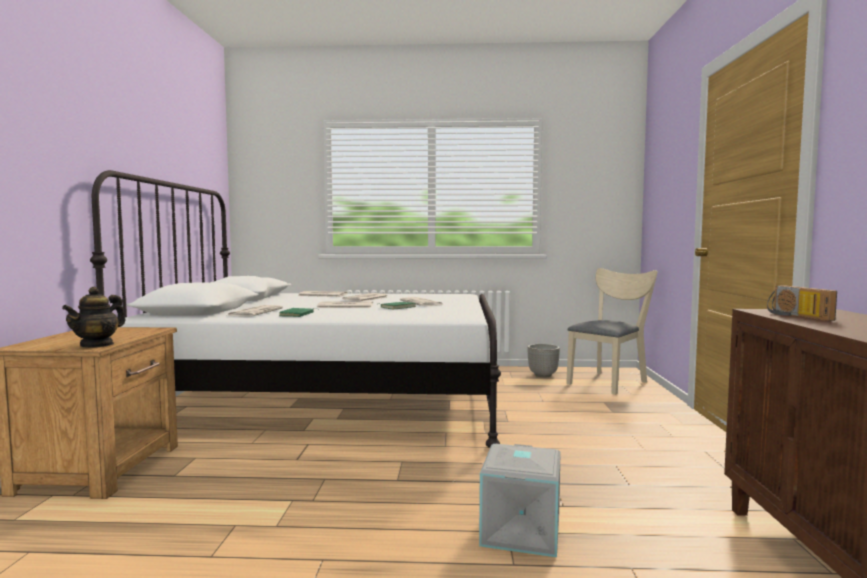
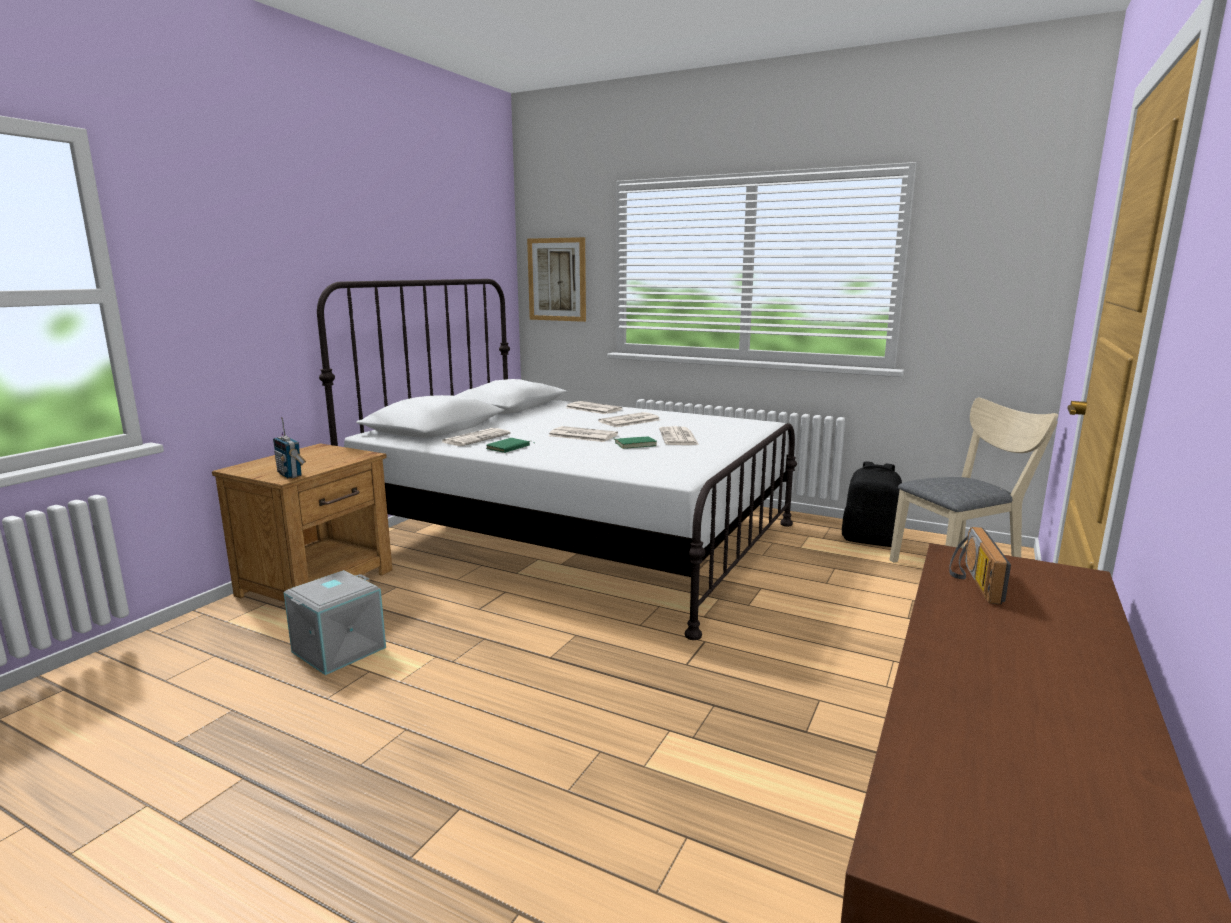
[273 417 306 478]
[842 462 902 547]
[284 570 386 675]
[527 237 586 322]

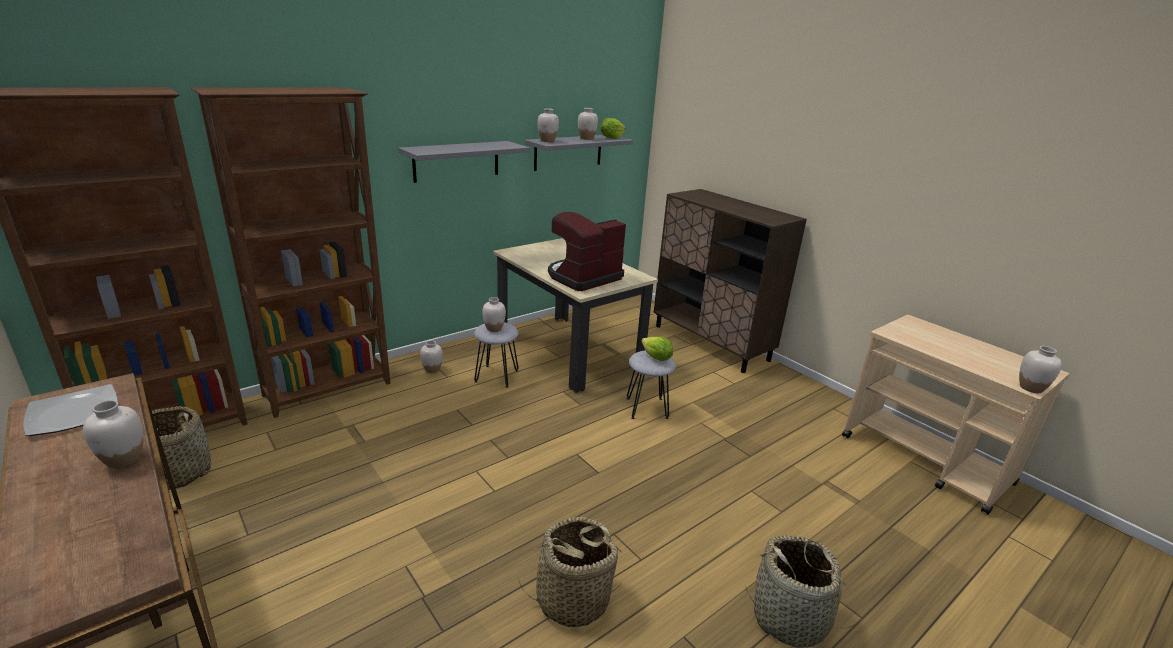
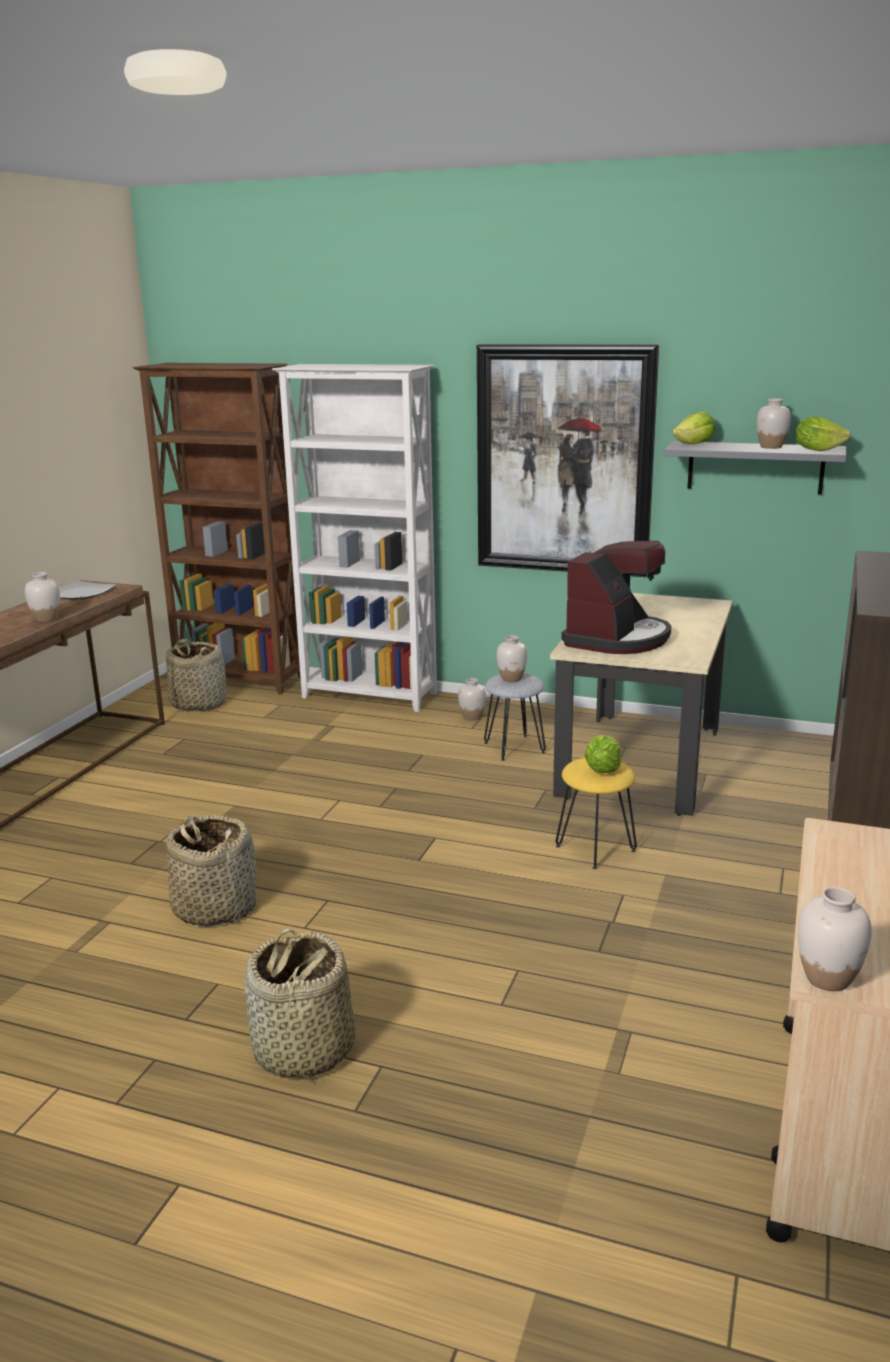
[272 364 437 712]
[673 412 716 444]
[477 344 659 577]
[561 541 671 654]
[555 758 637 869]

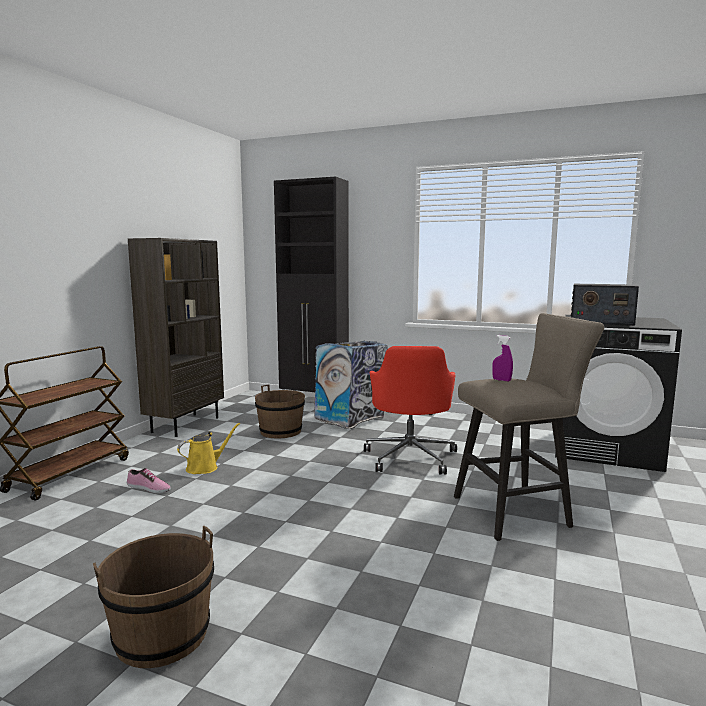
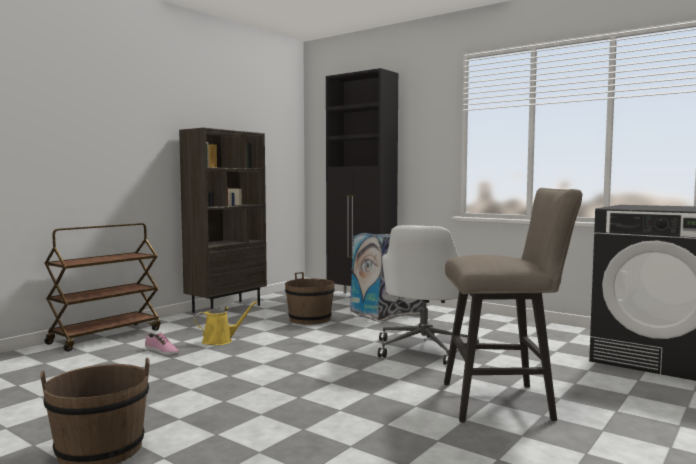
[571 284 639 325] (first image)
[492 335 513 381] (first image)
[378 225 479 365]

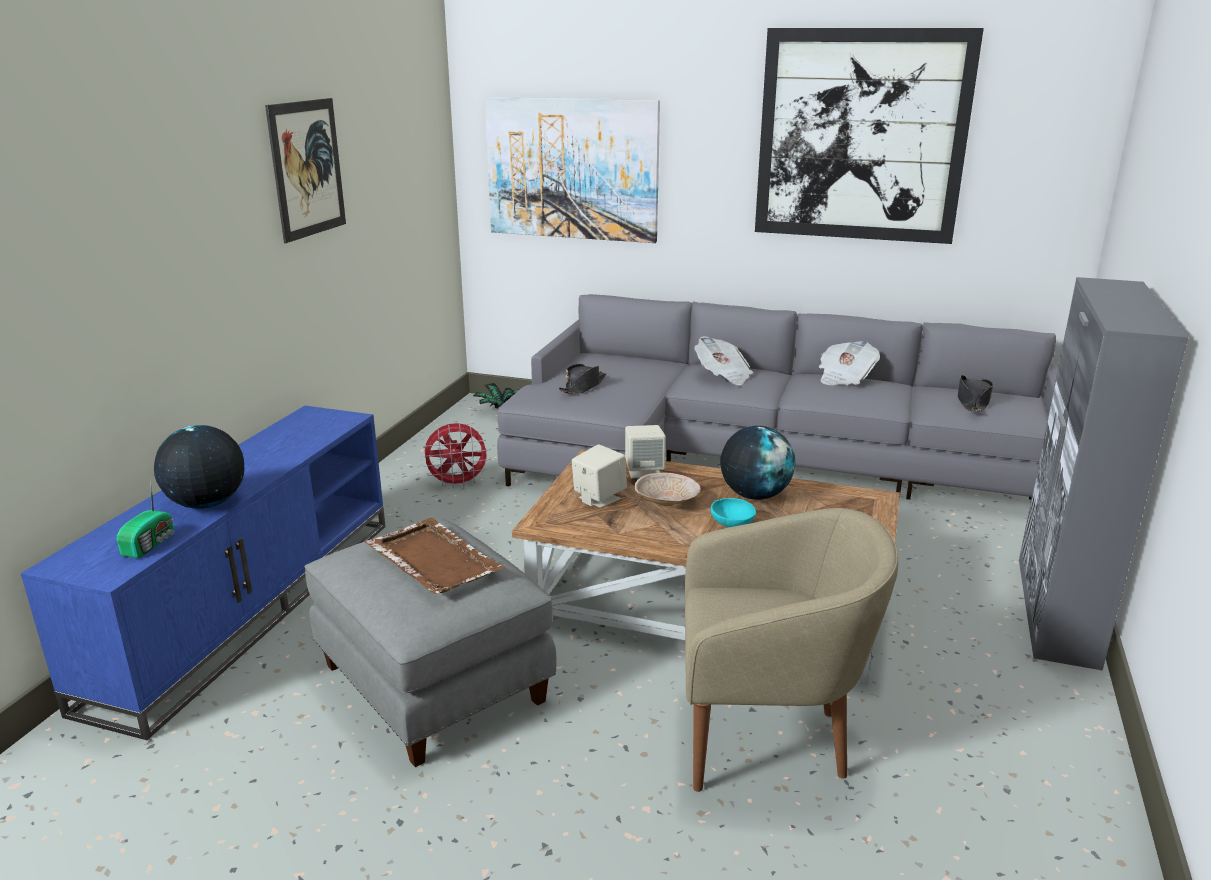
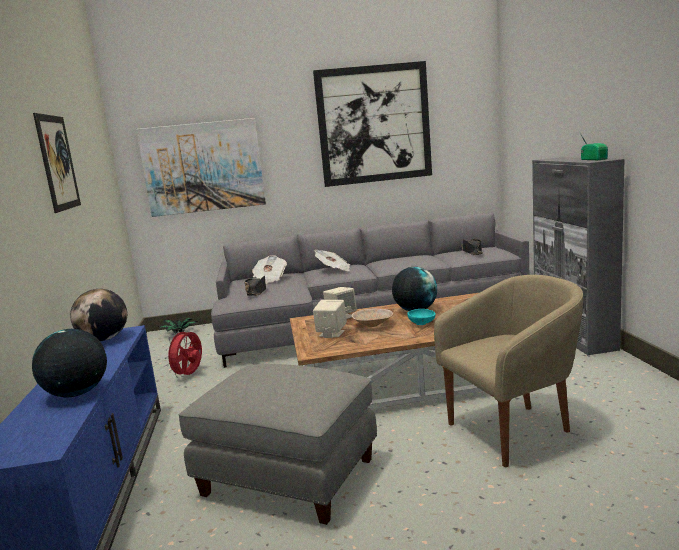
[252 255 287 284]
[165 329 202 378]
[580 133 608 160]
[365 518 505 594] (first image)
[70 289 127 341]

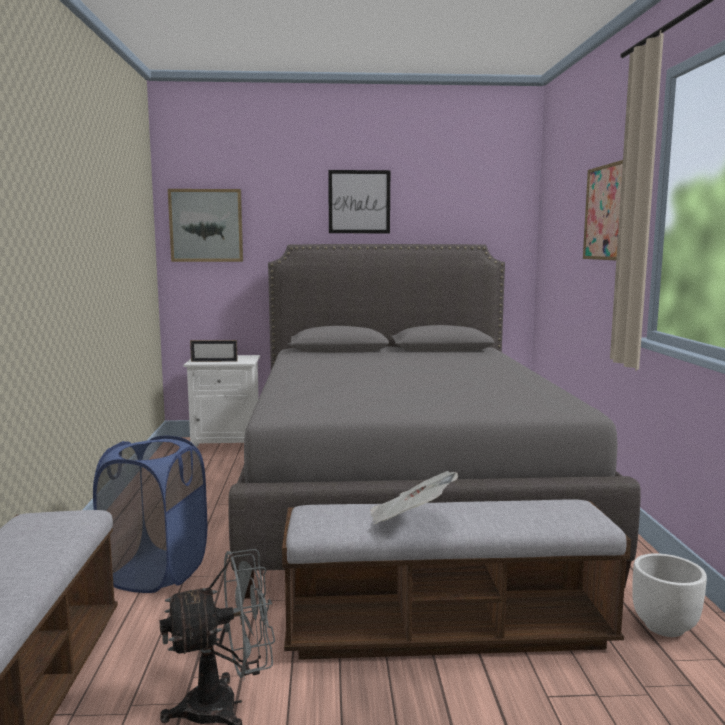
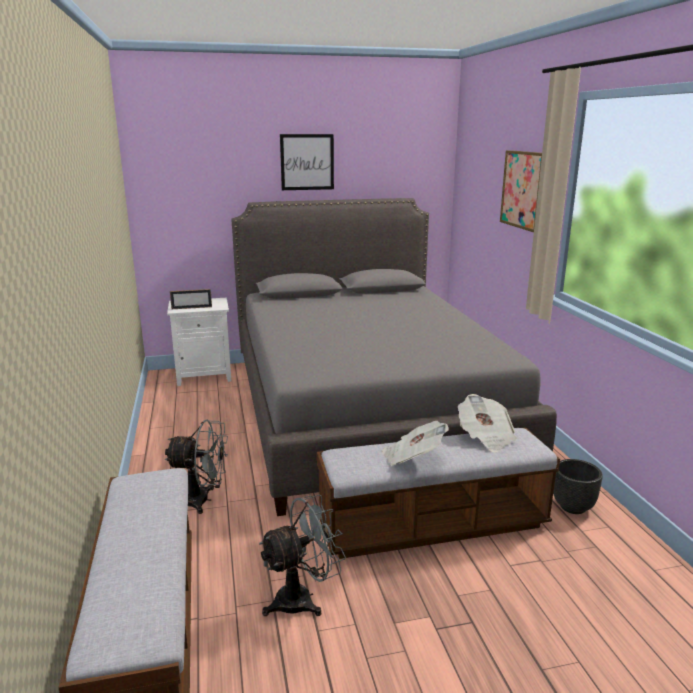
[168 189 243 262] (first image)
[165 419 228 514]
[553 459 603 514]
[458 394 517 453]

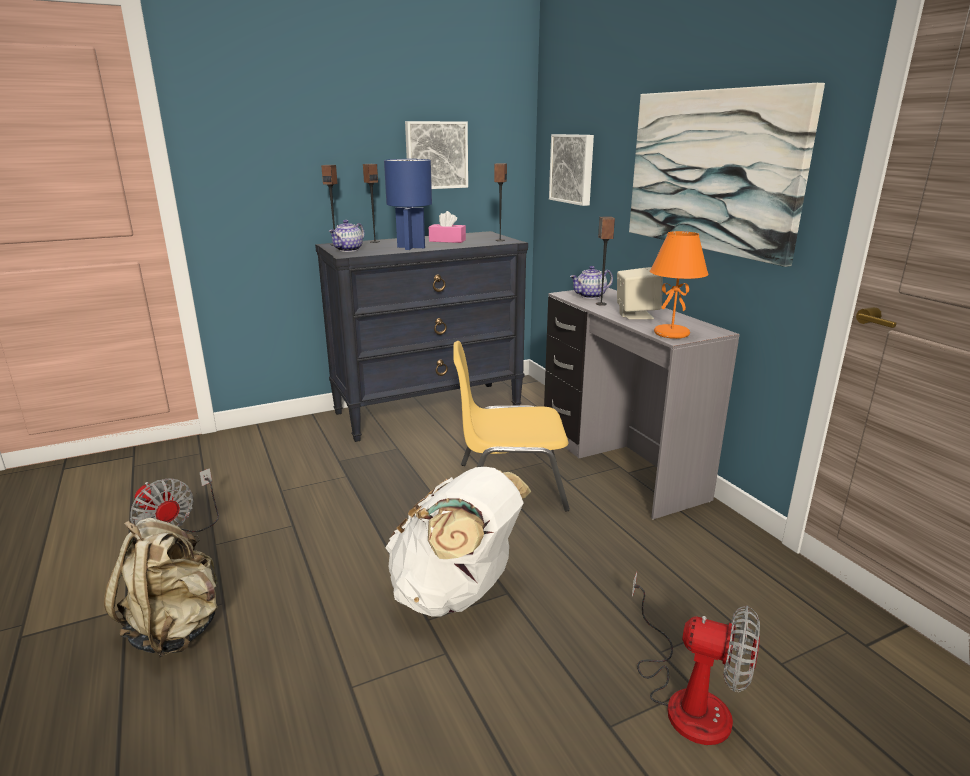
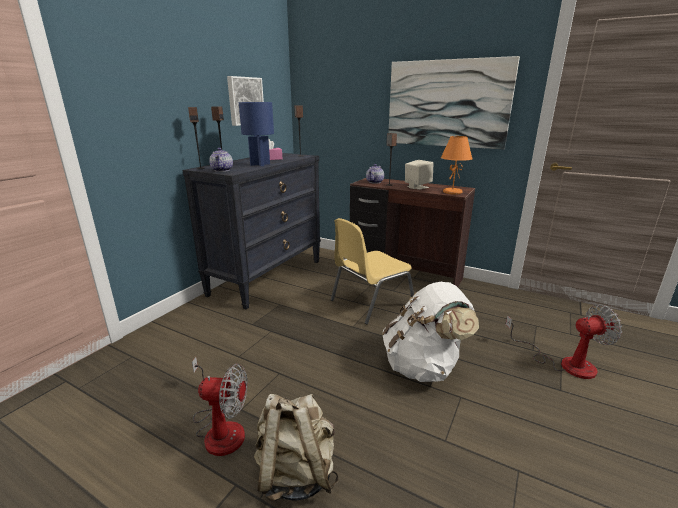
[549 134 594 206] (first image)
[350 178 475 287]

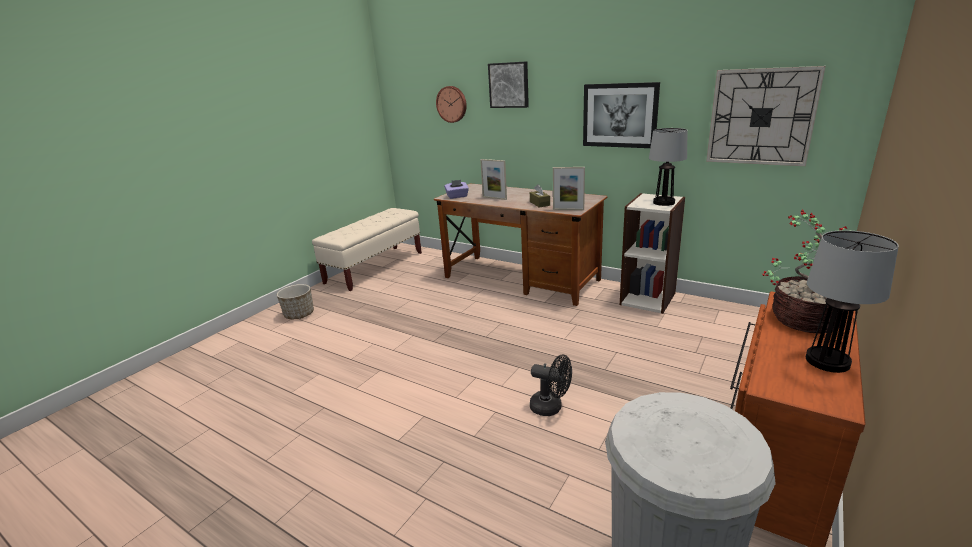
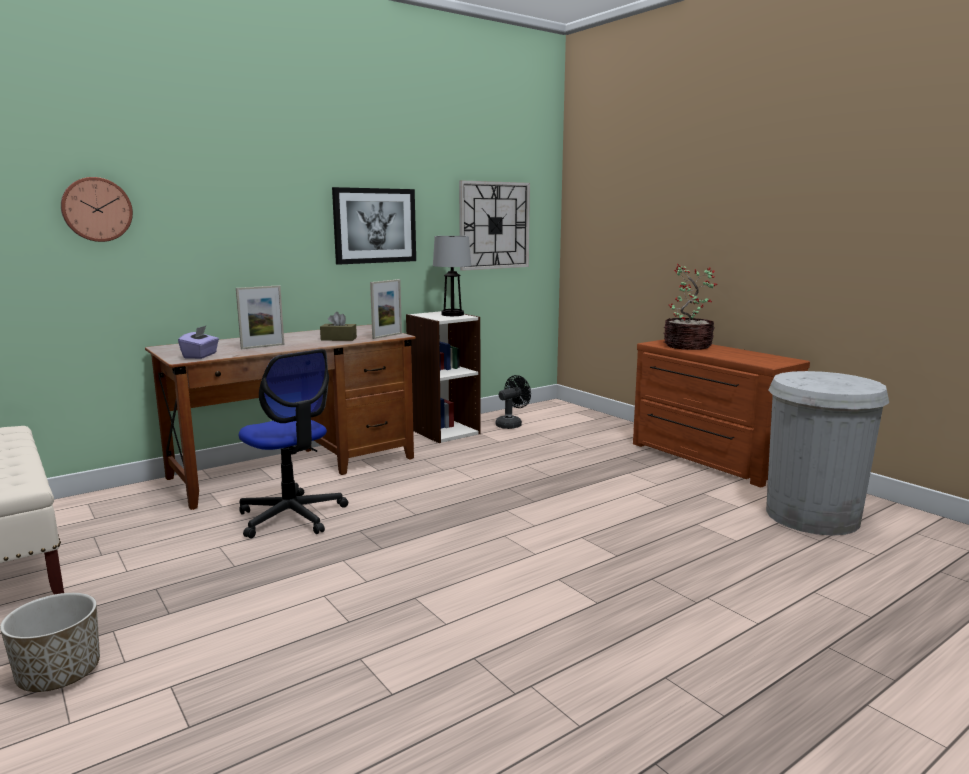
[488 61 529 108] (first image)
[806 230 899 373] (first image)
[496 375 531 429]
[239 349 348 538]

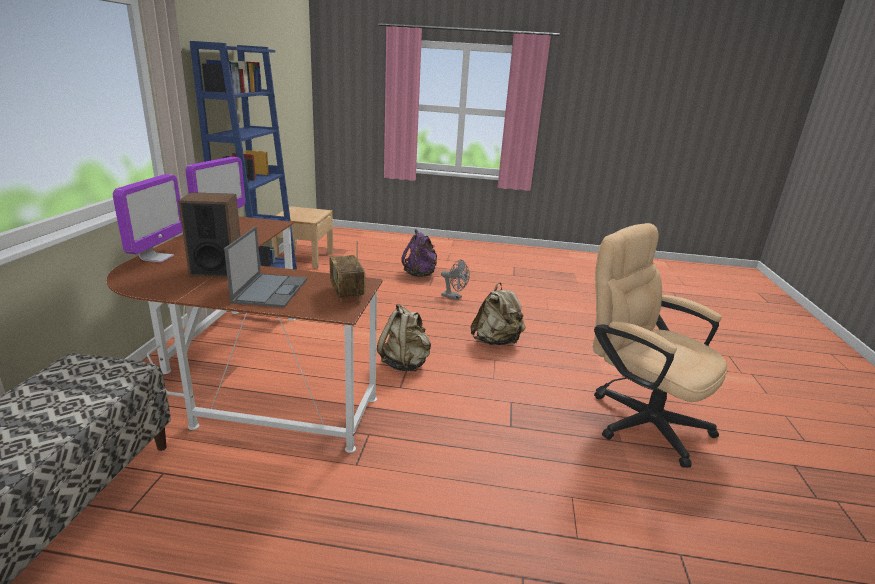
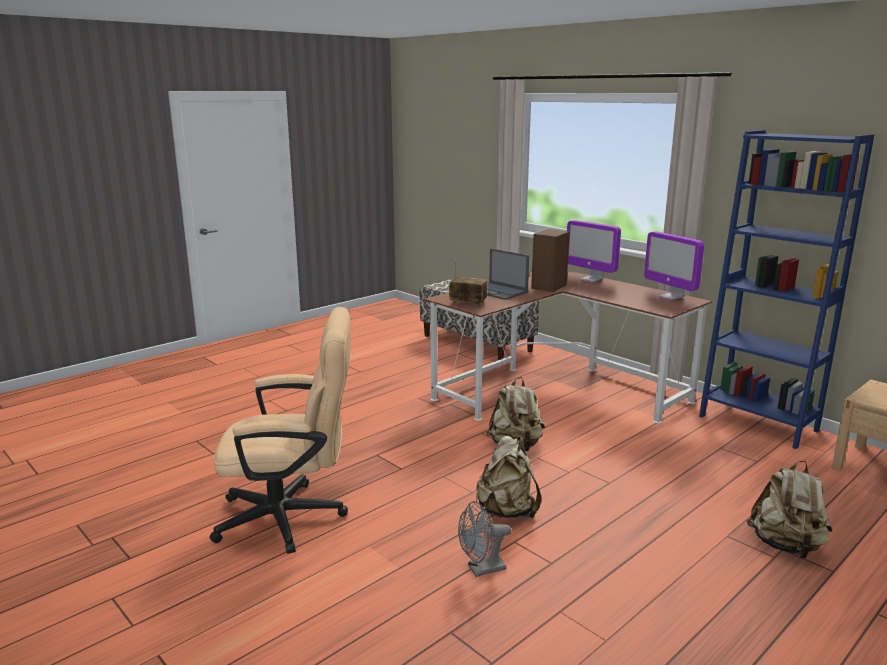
[747 460 832 558]
[458 501 511 577]

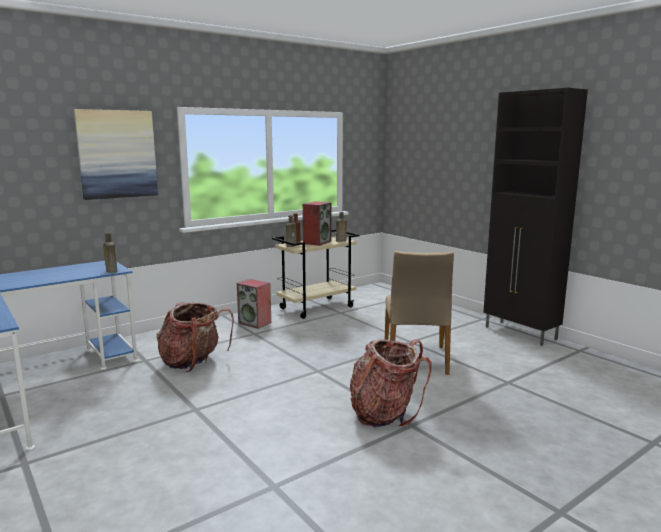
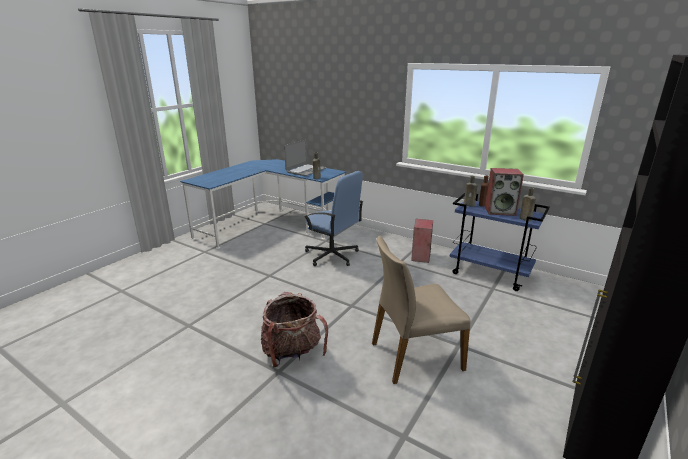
[74 109 158 200] (first image)
[450 193 550 291]
[304 171 364 266]
[284 140 327 176]

